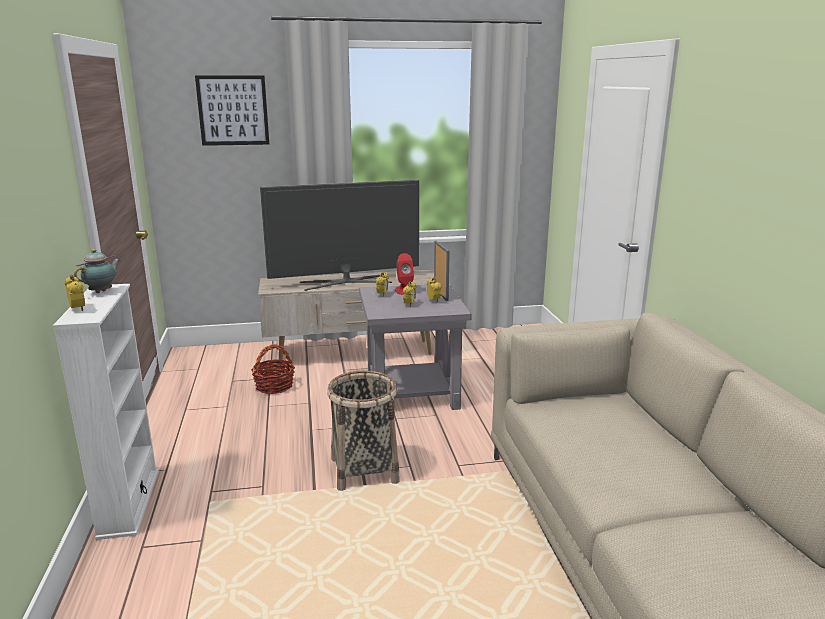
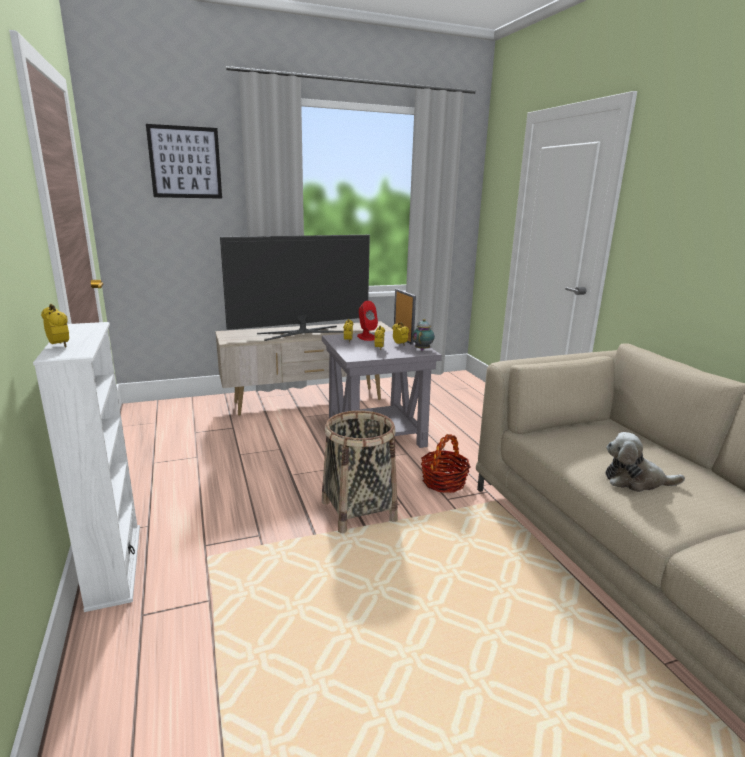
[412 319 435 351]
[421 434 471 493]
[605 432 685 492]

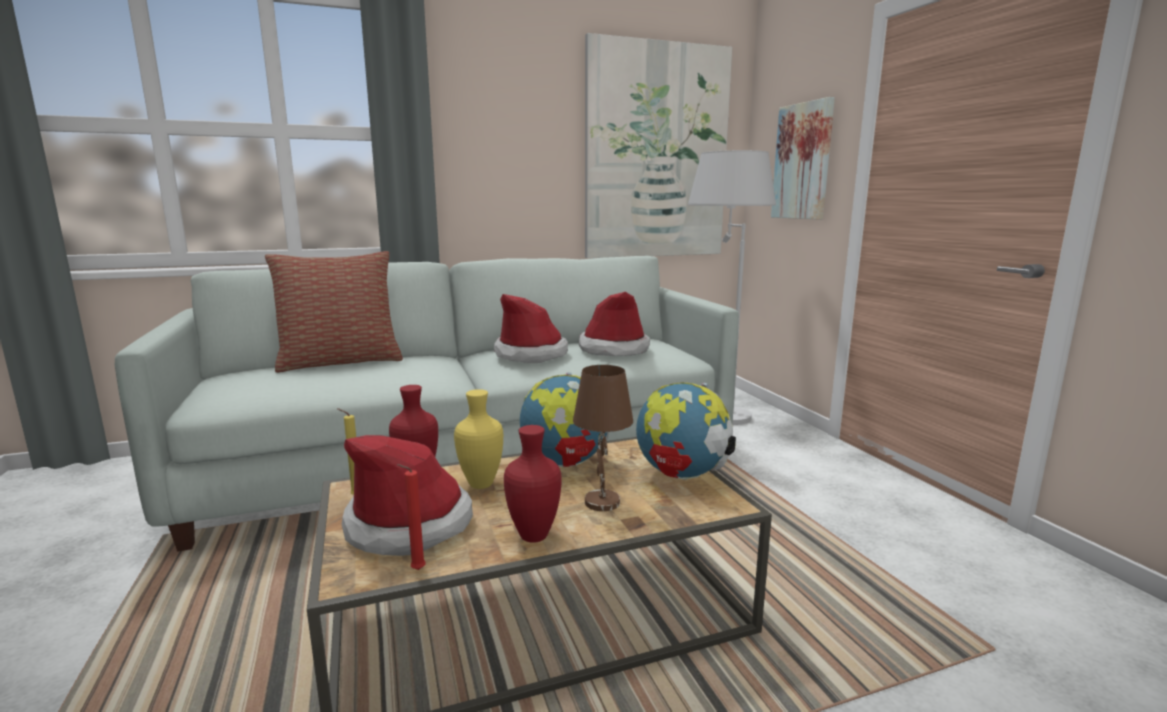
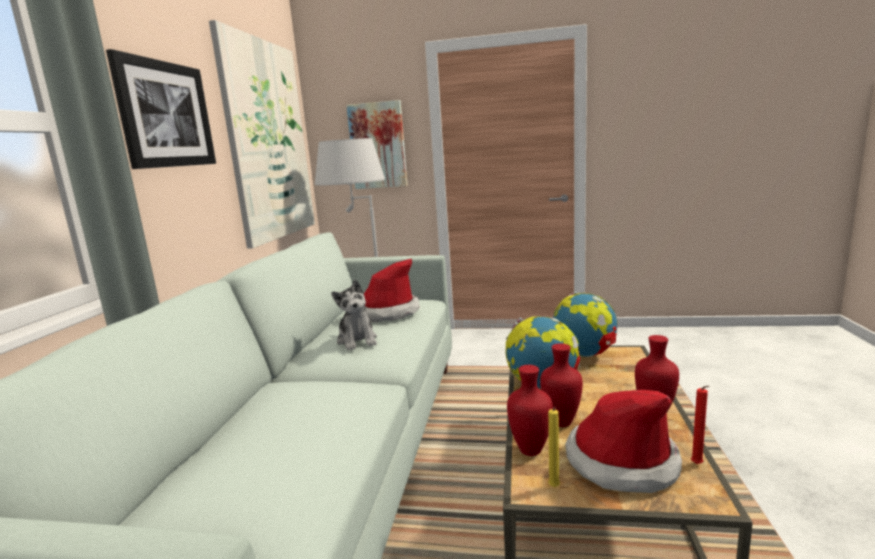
[265 251 403 373] (first image)
[331 279 377 351]
[573 365 633 511] (first image)
[540 343 583 427]
[106 49 216 169]

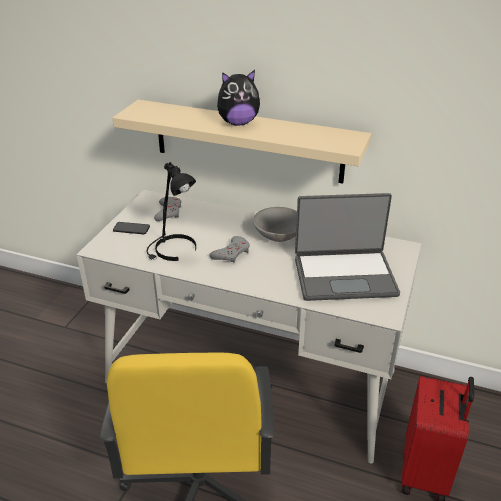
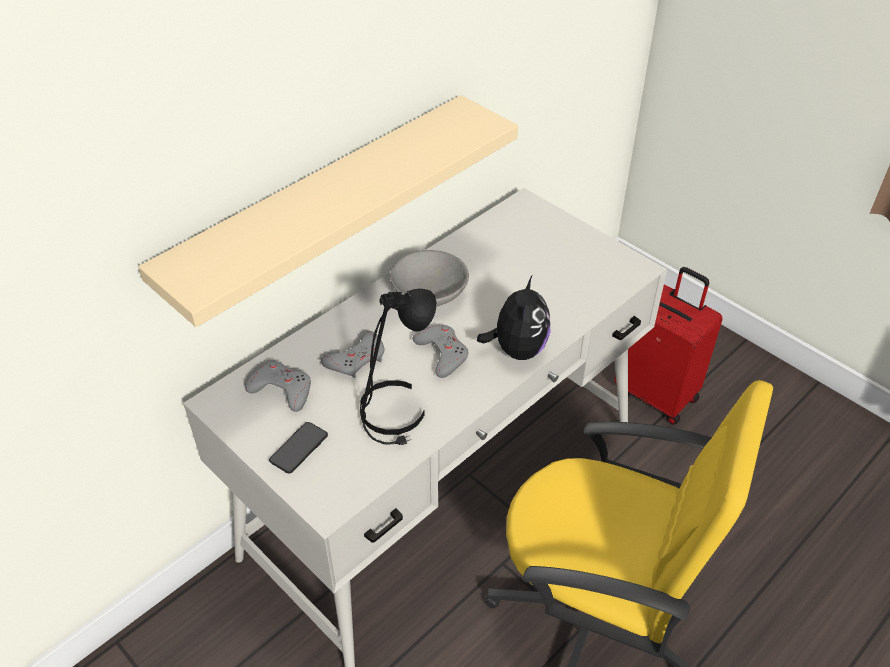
[477 276 551 360]
[295 193 400 301] (first image)
[321 331 384 378]

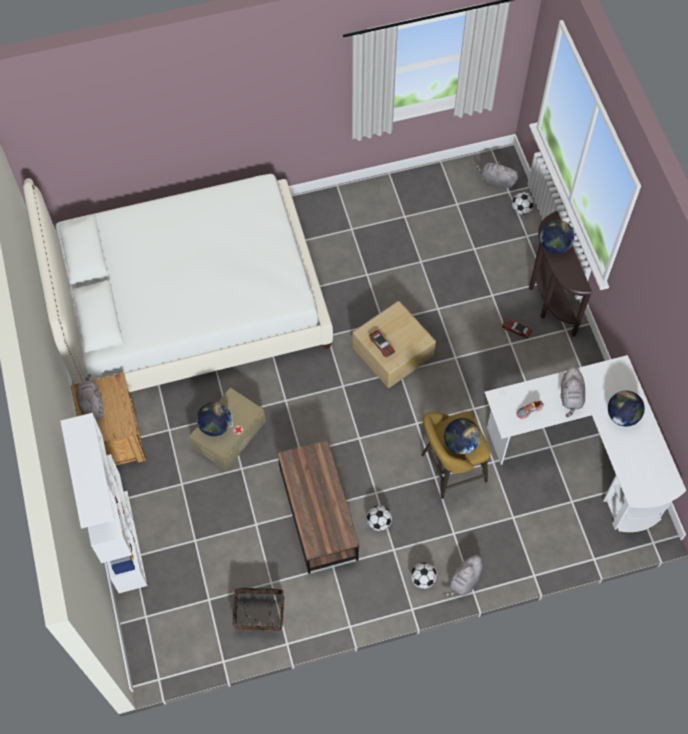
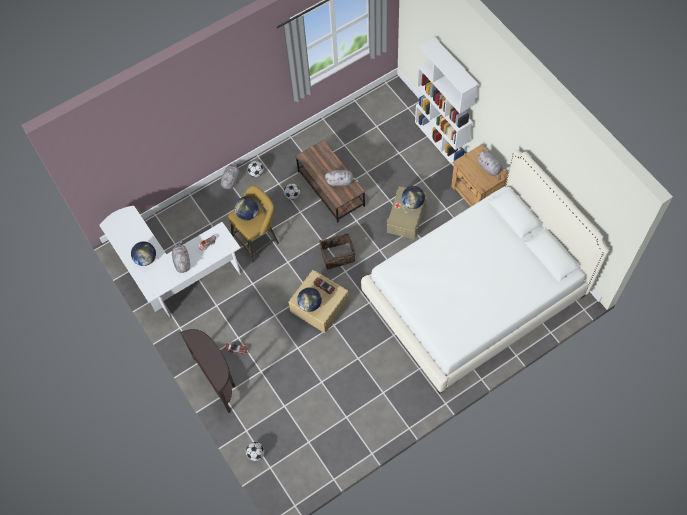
[325 170 359 187]
[297 288 322 312]
[319 233 355 270]

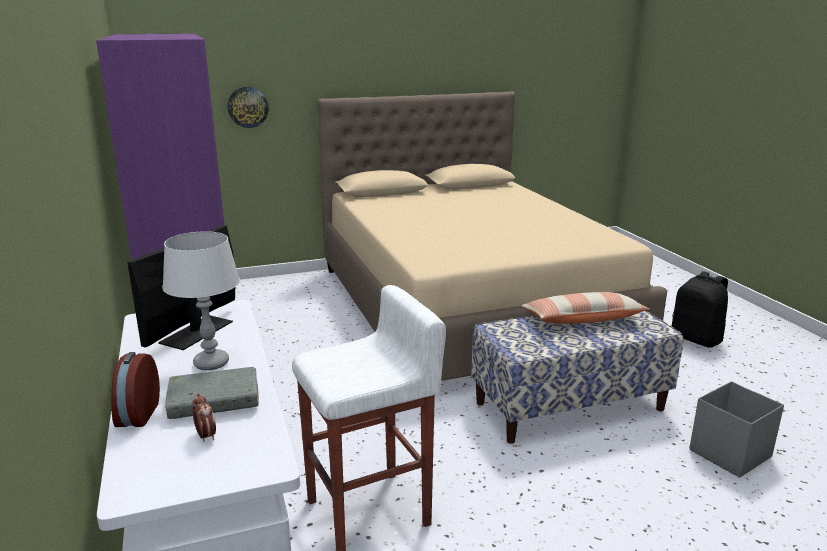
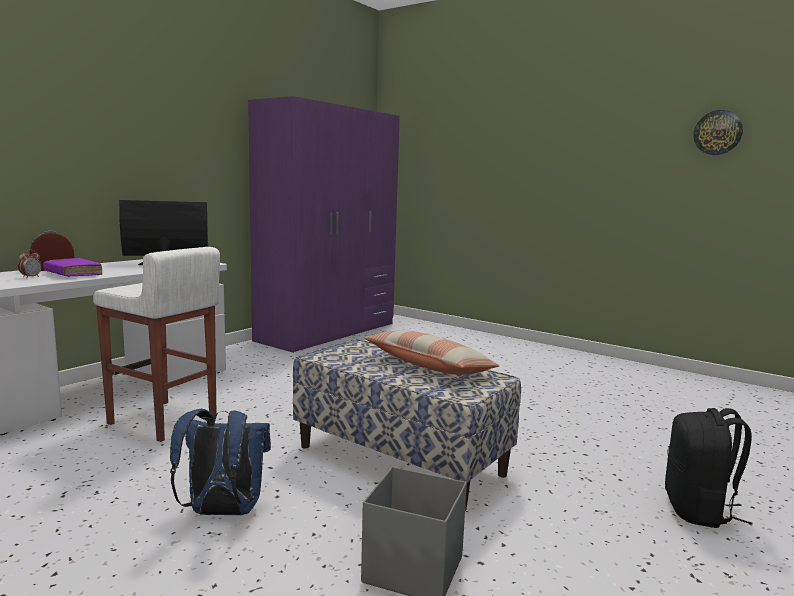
[693 110 743 155]
[317 92 667 381] (first image)
[162 231 240 370] (first image)
[43 258 103 277]
[170 409 271 515]

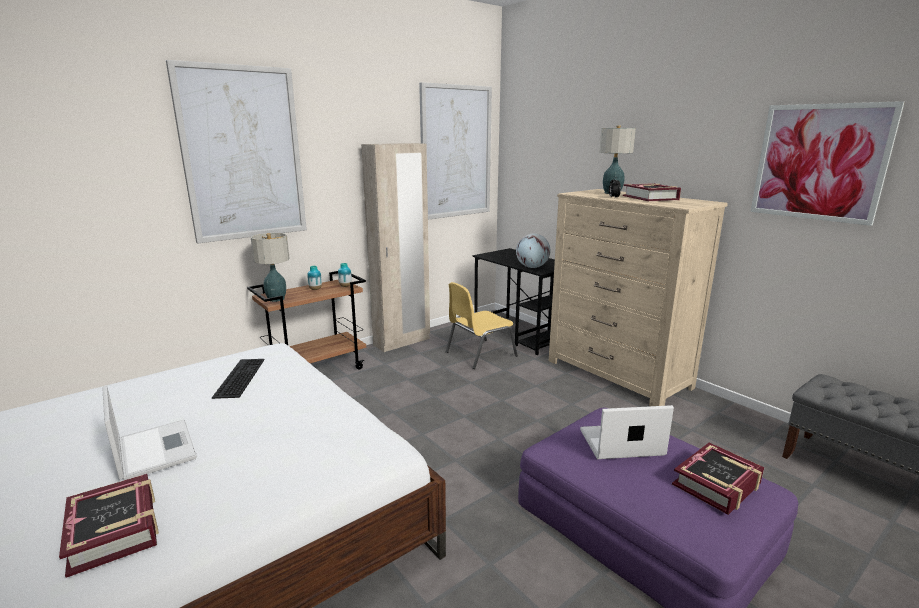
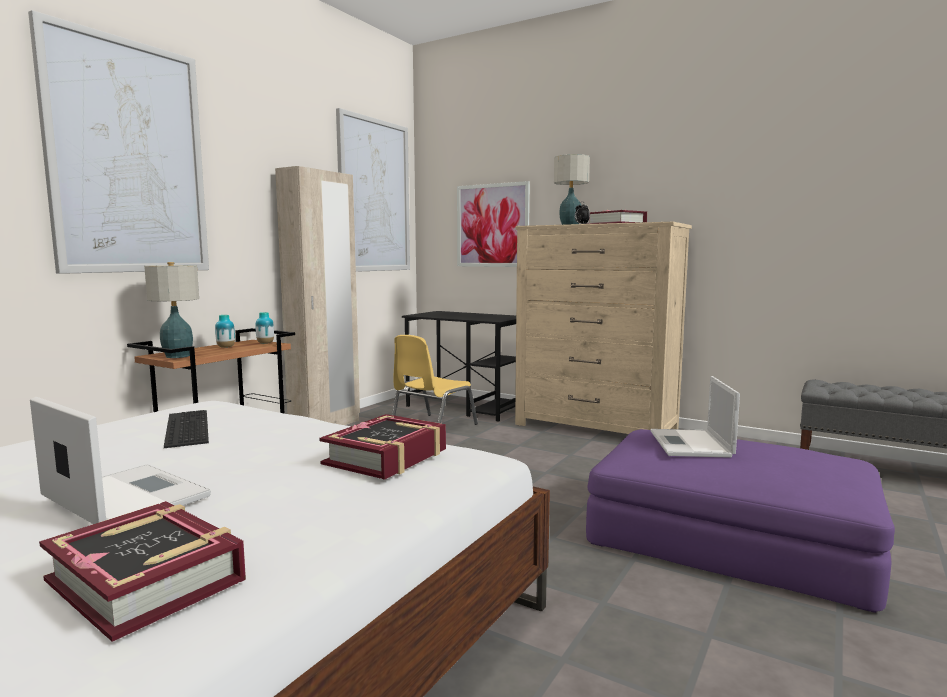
[457 181 530 267]
[516 234 550 268] (first image)
[650 376 740 458]
[319 414 446 480]

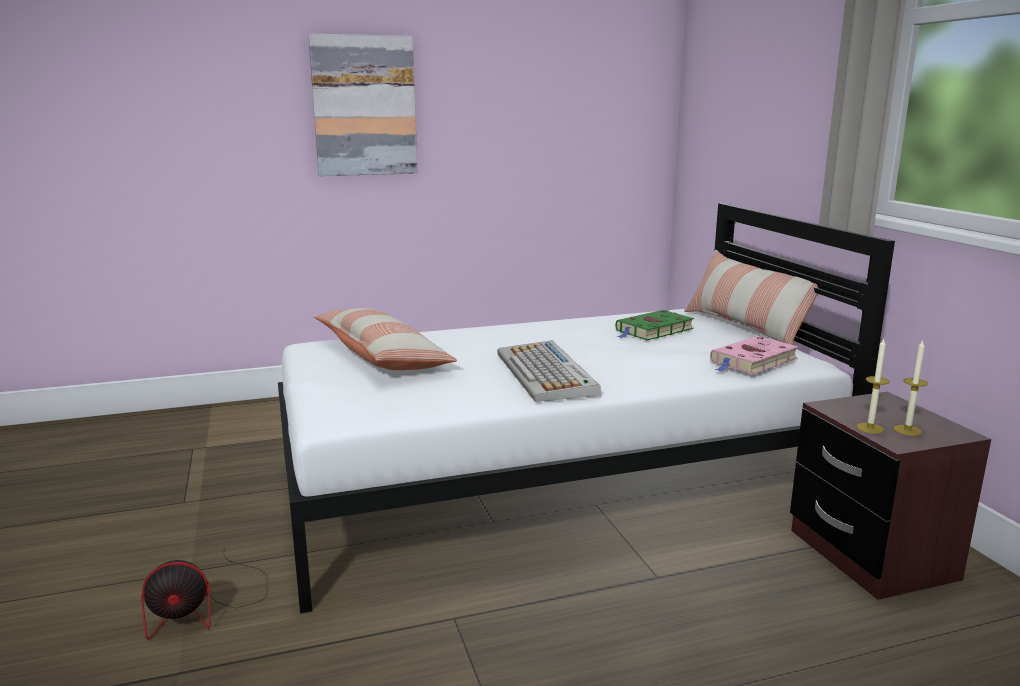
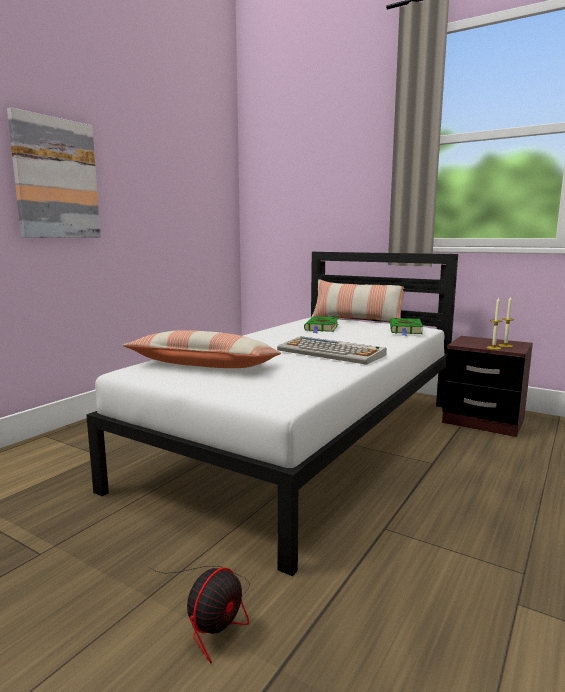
[390 318 423 336]

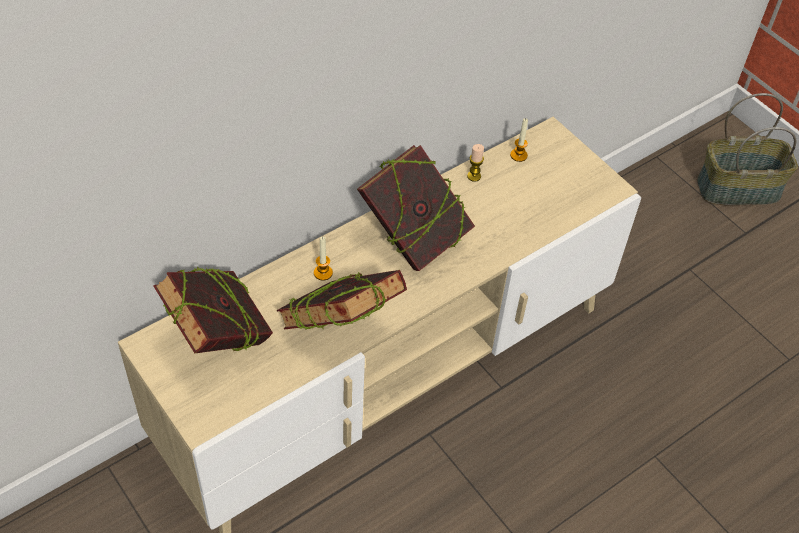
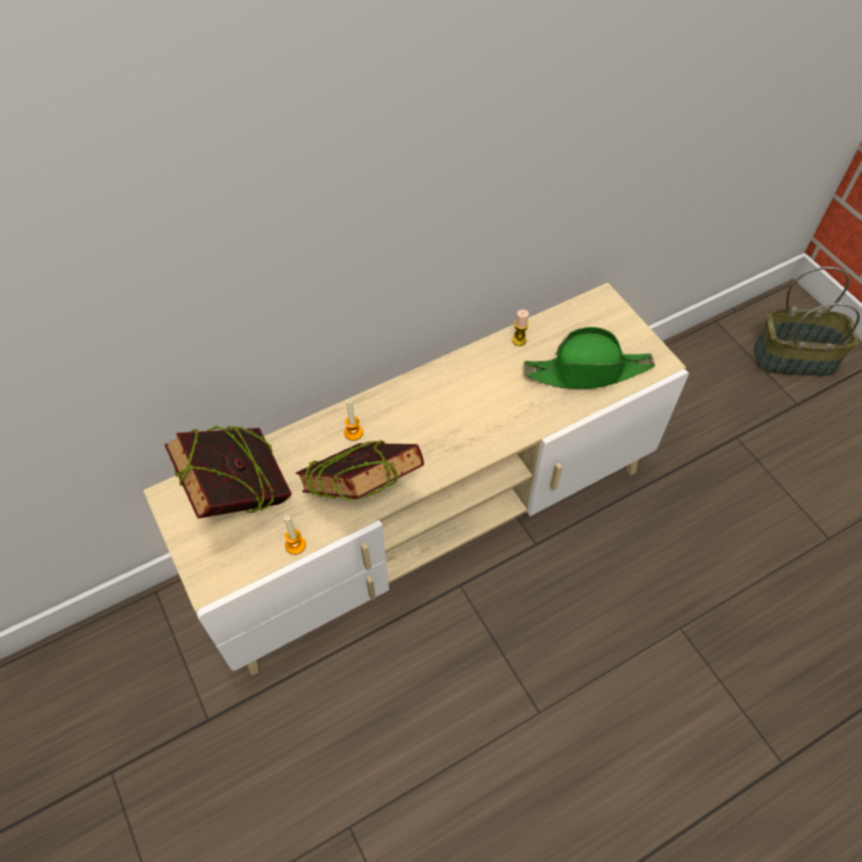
[284 515 306 555]
[357 145 475 271] (first image)
[523 327 655 389]

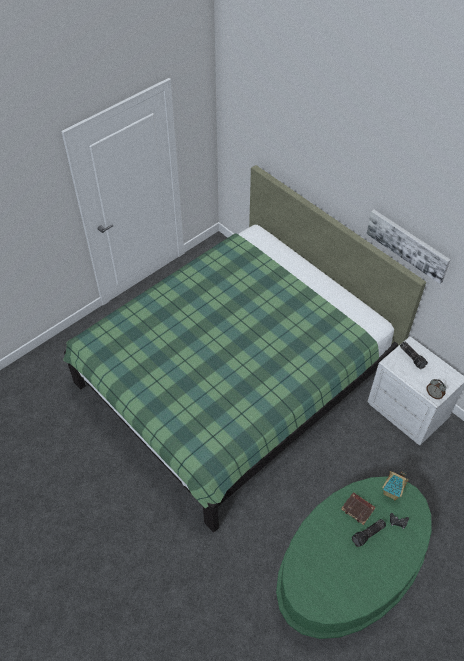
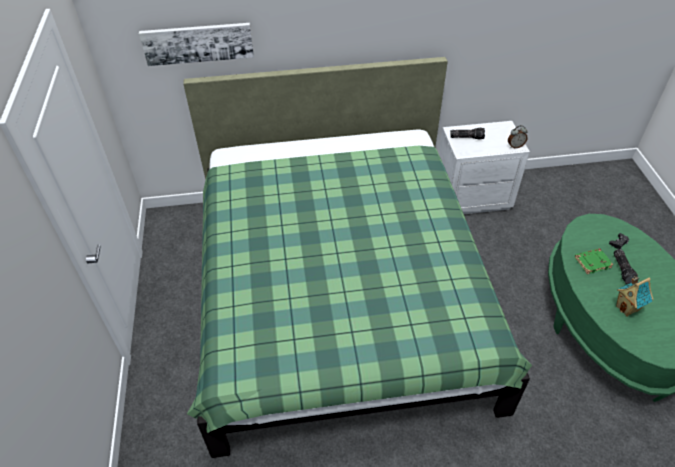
[139 23 254 66]
[616 274 653 317]
[574 248 613 274]

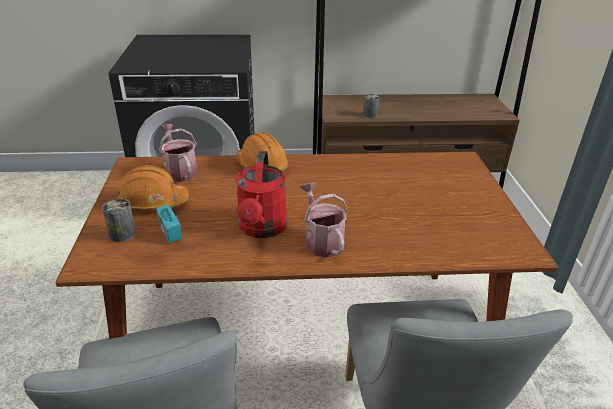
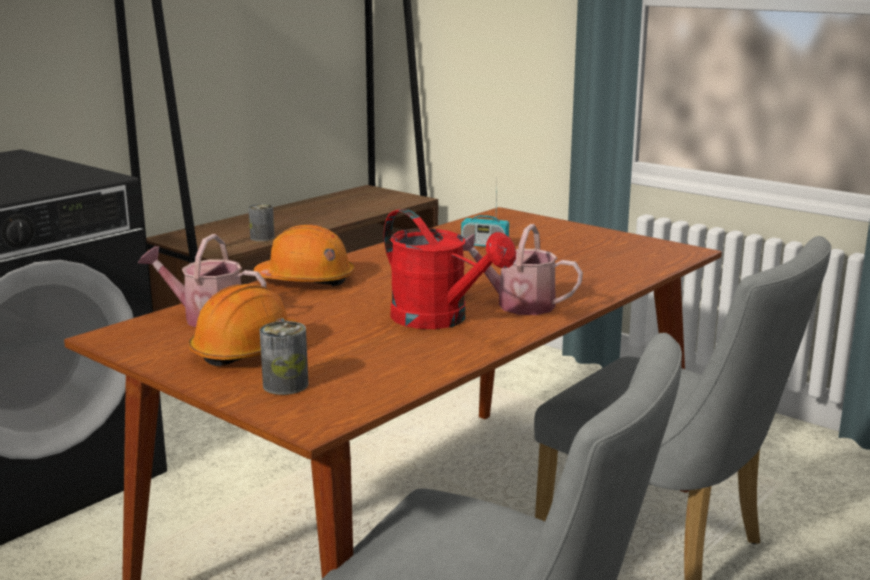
[461 186 509 247]

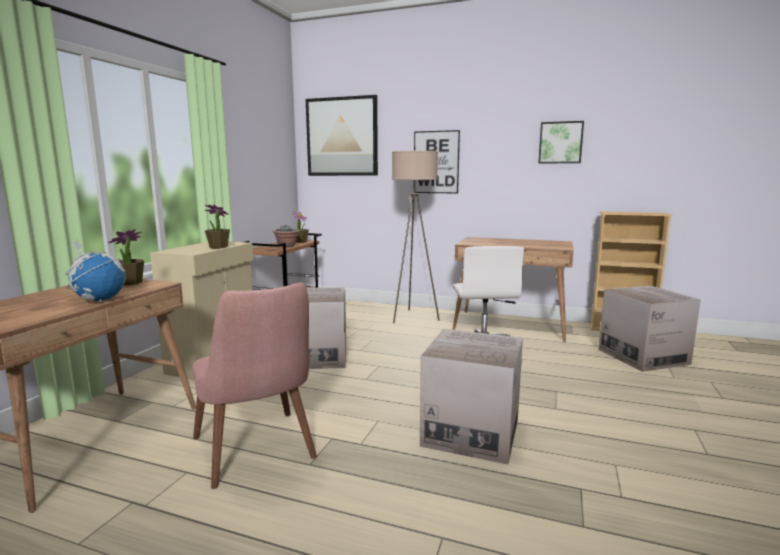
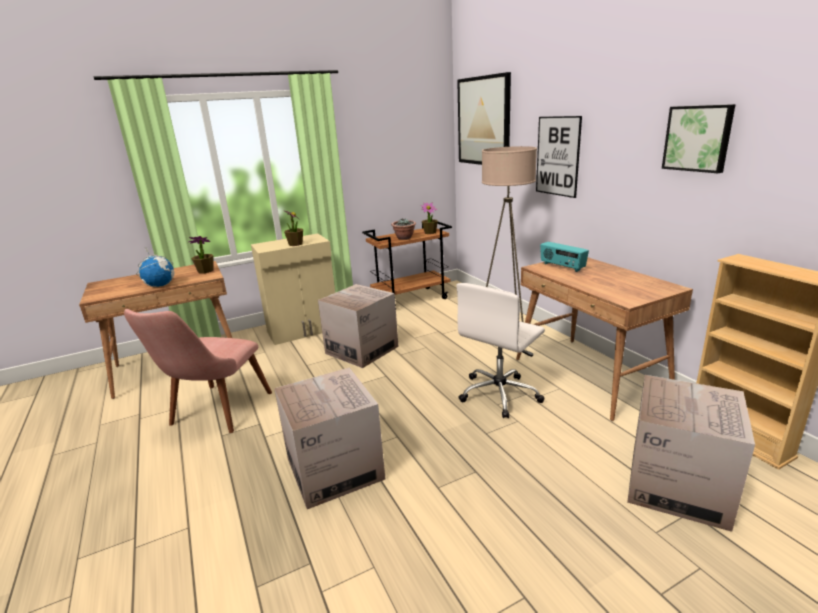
[540 242 589 272]

